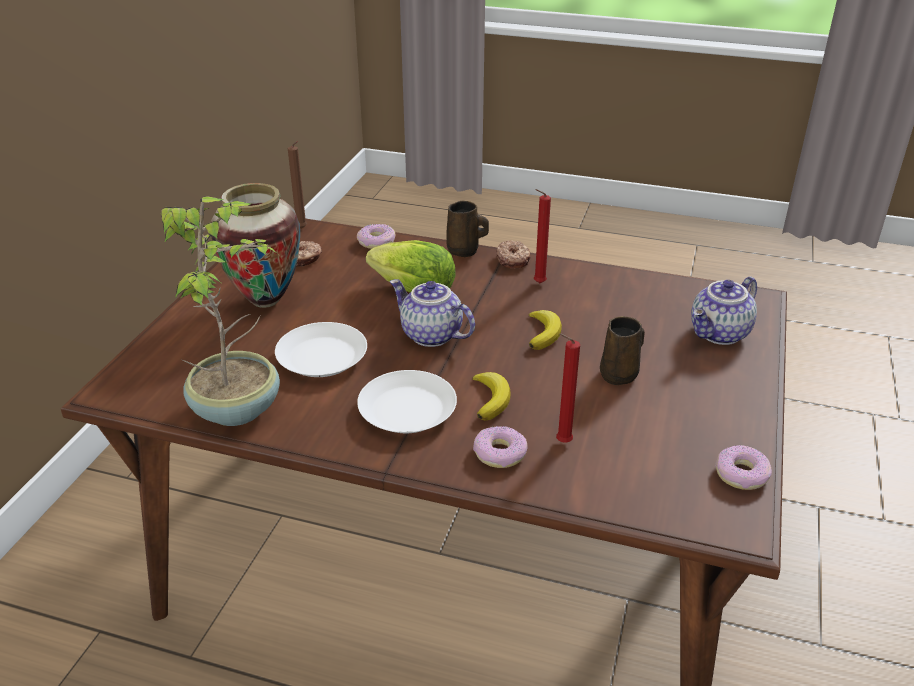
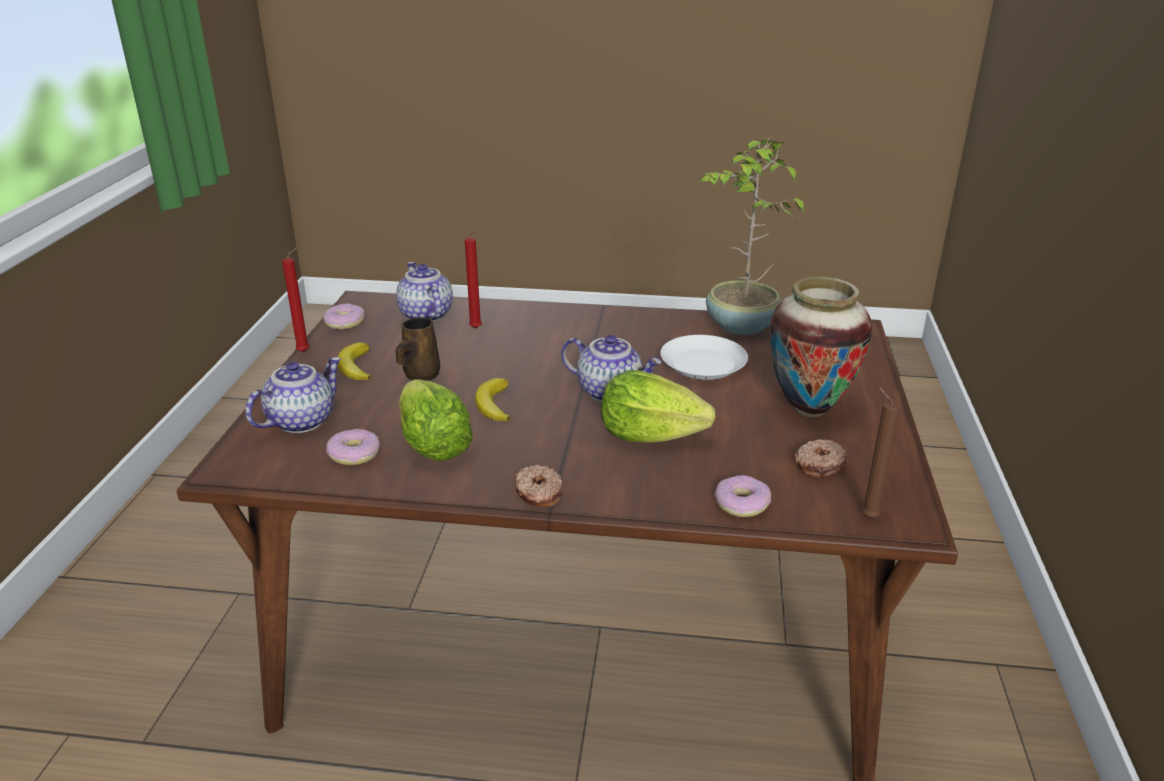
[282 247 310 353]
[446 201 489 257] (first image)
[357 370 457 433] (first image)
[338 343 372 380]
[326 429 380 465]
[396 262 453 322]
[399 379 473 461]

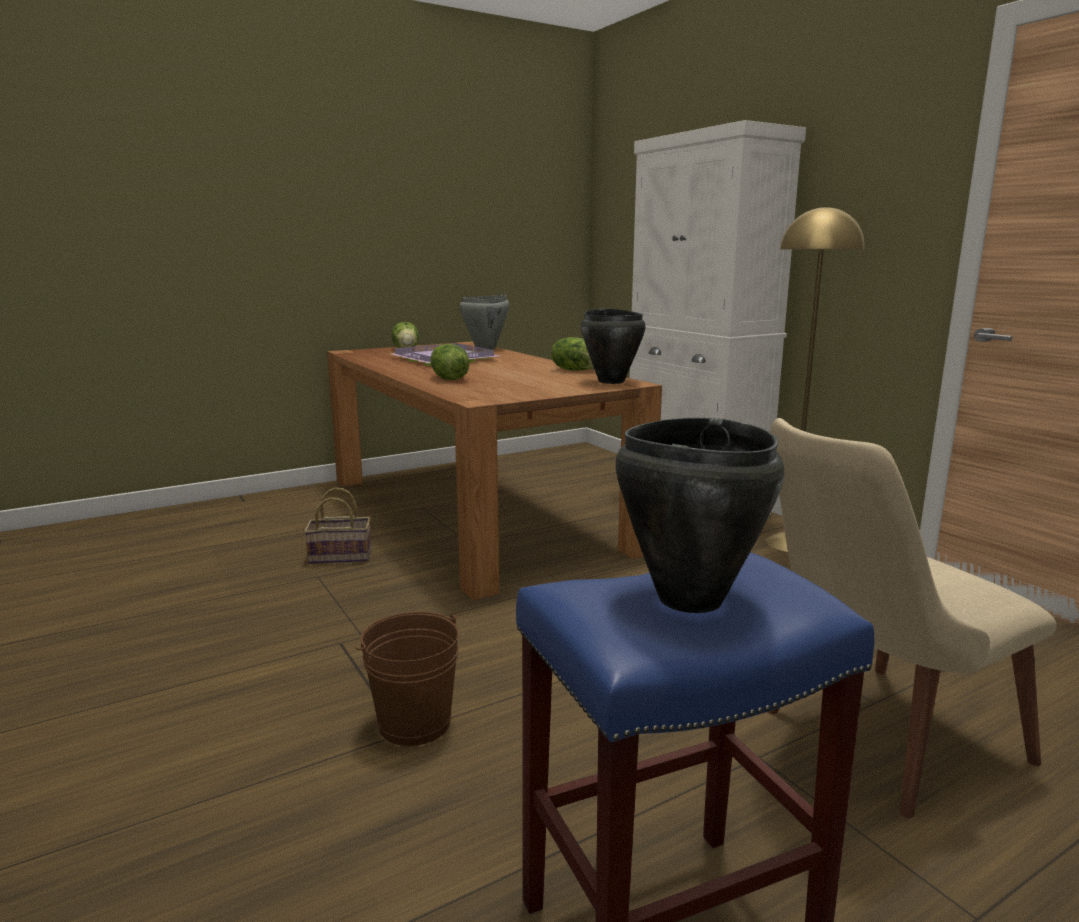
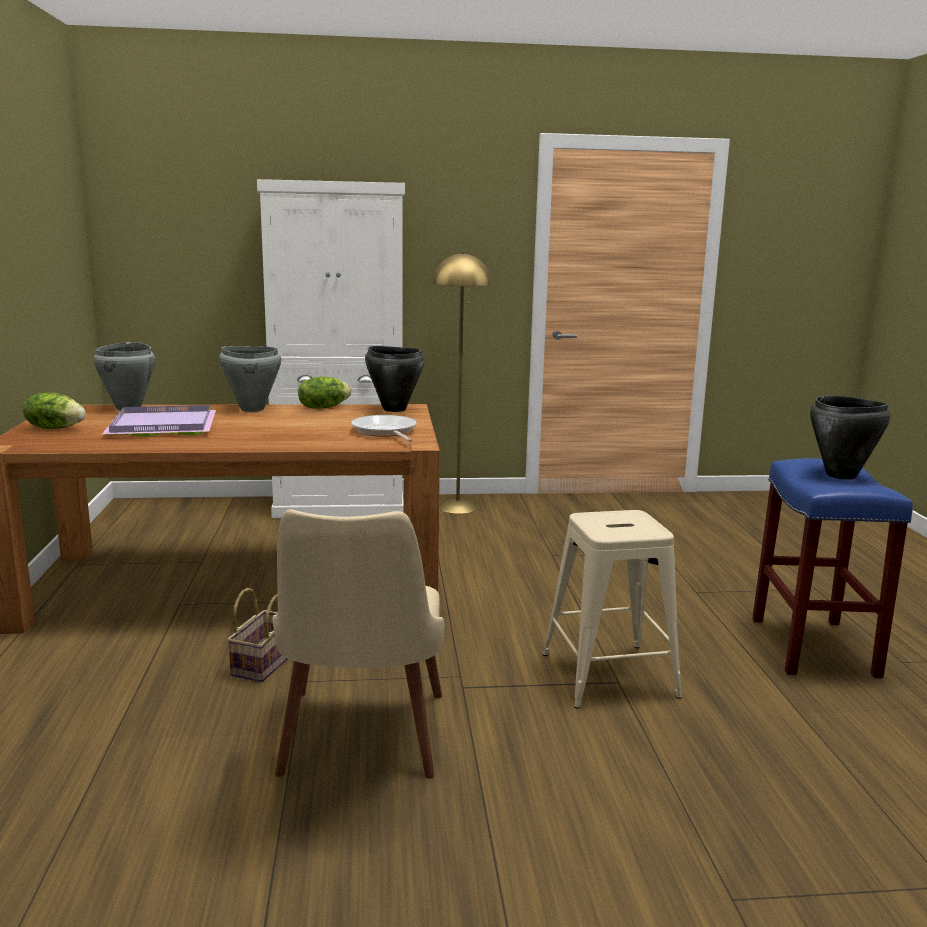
[430 344 469 380] (first image)
[273 509 445 779]
[543 510 682 708]
[219 346 281 412]
[351 415 417 442]

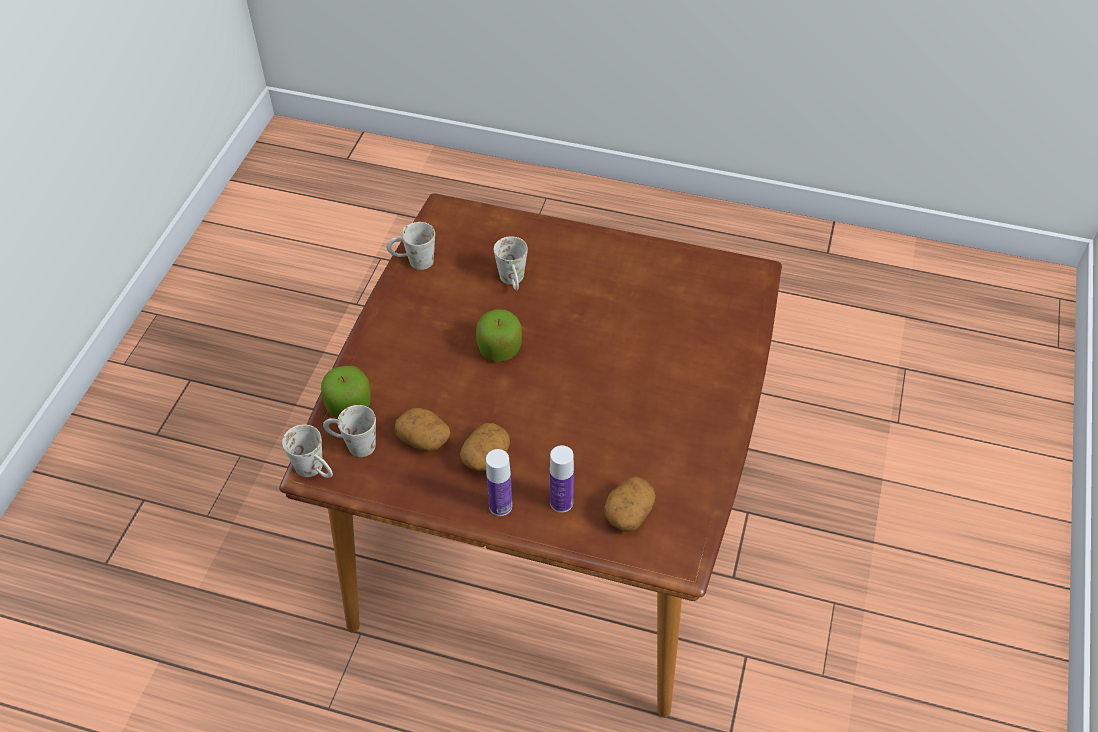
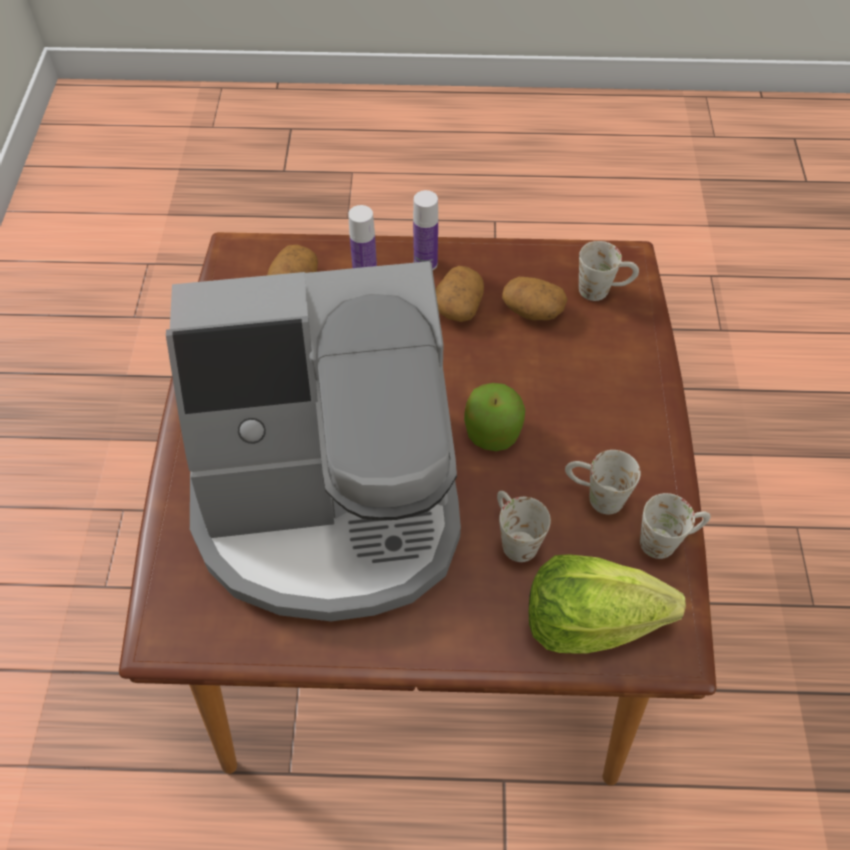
[321 366 371 418] (first image)
[565 450 641 514]
[166 261 461 621]
[529 554 686 653]

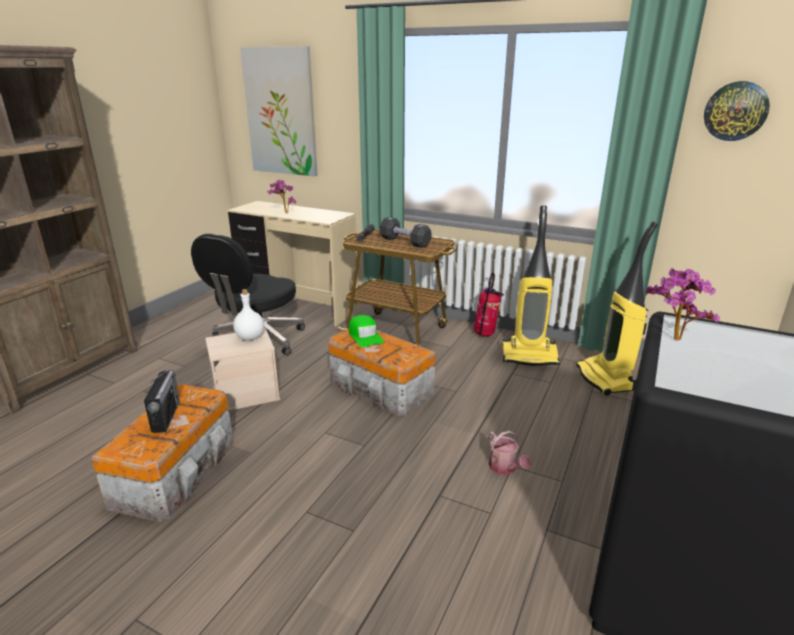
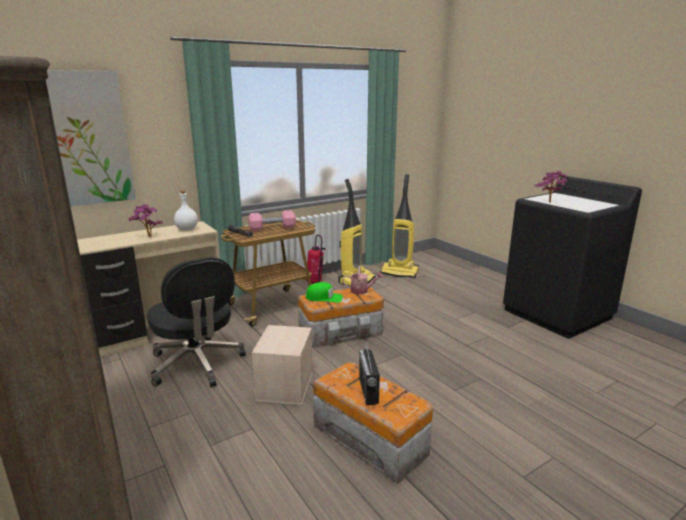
[704 81 770 141] (first image)
[248 210 296 232]
[174 190 198 231]
[359 339 380 405]
[342 266 383 295]

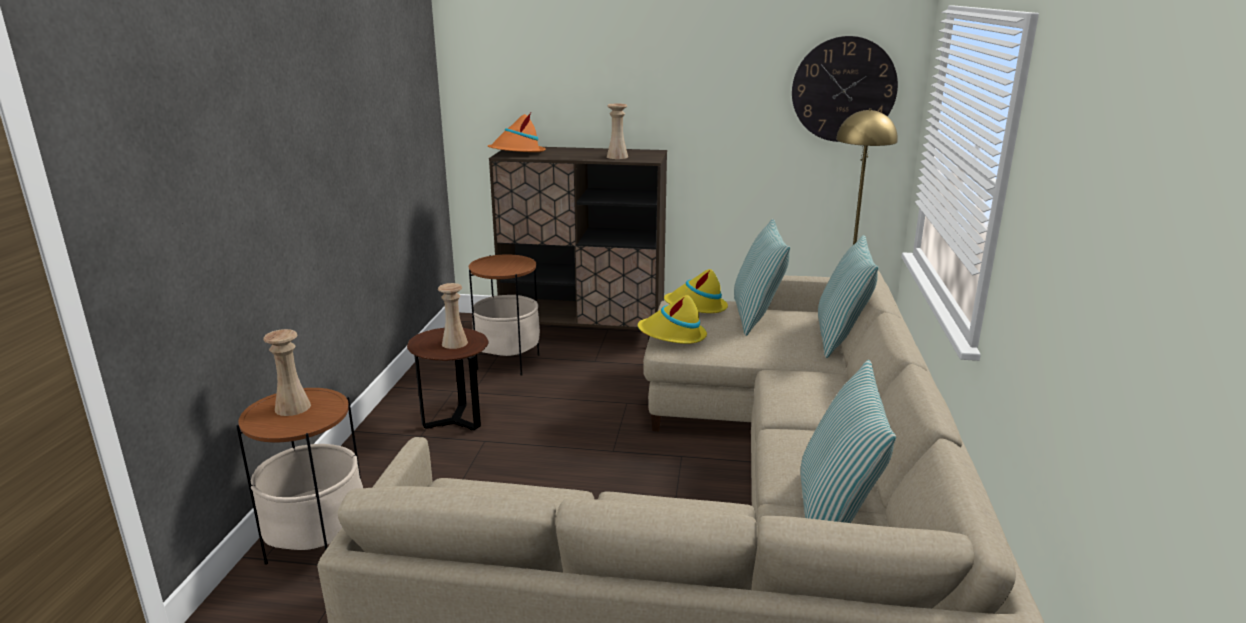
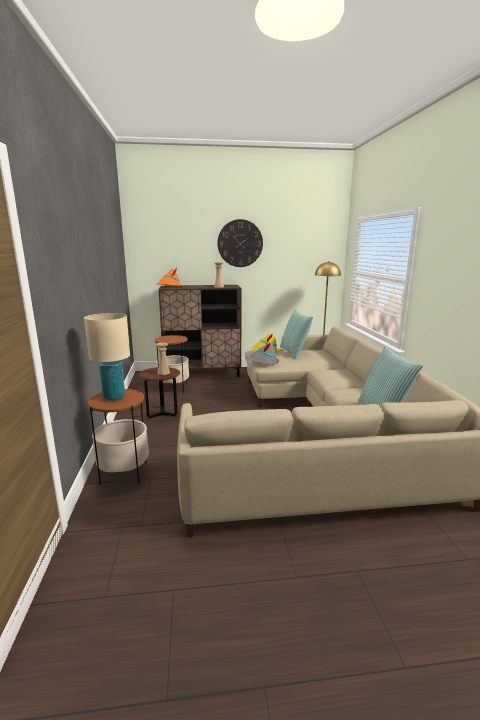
[217 219 263 267]
[818 235 878 358] (first image)
[247 342 279 364]
[84 313 130 401]

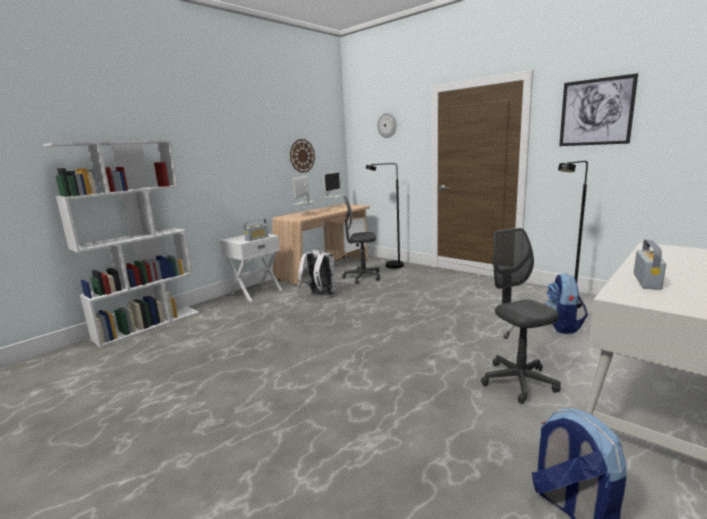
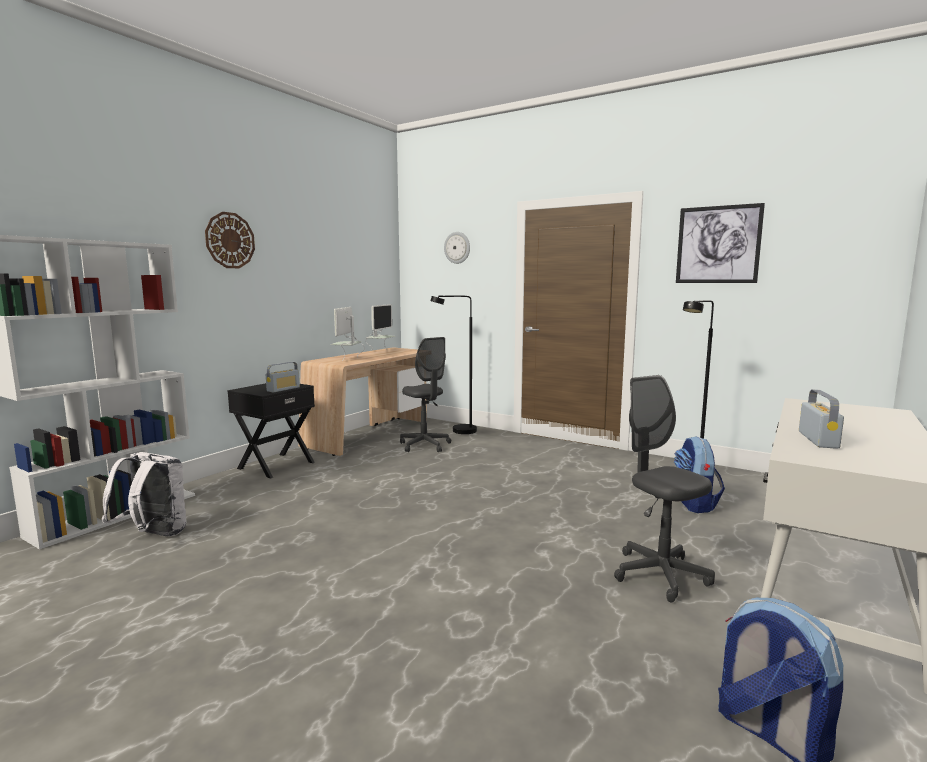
[205 212 255 268]
[400 337 451 452]
[228 383 315 478]
[102 452 186 536]

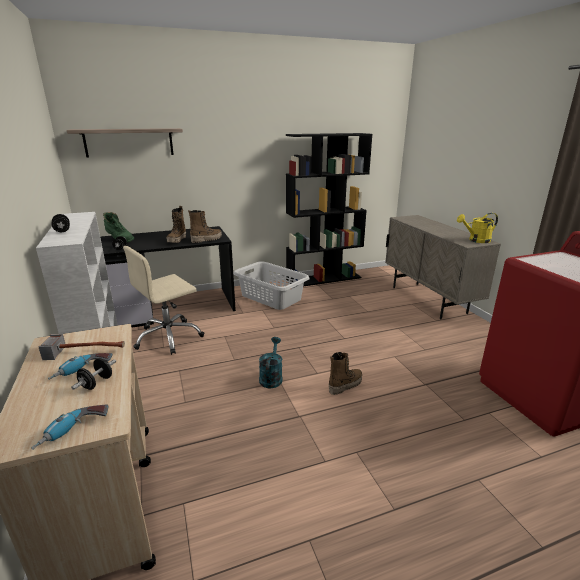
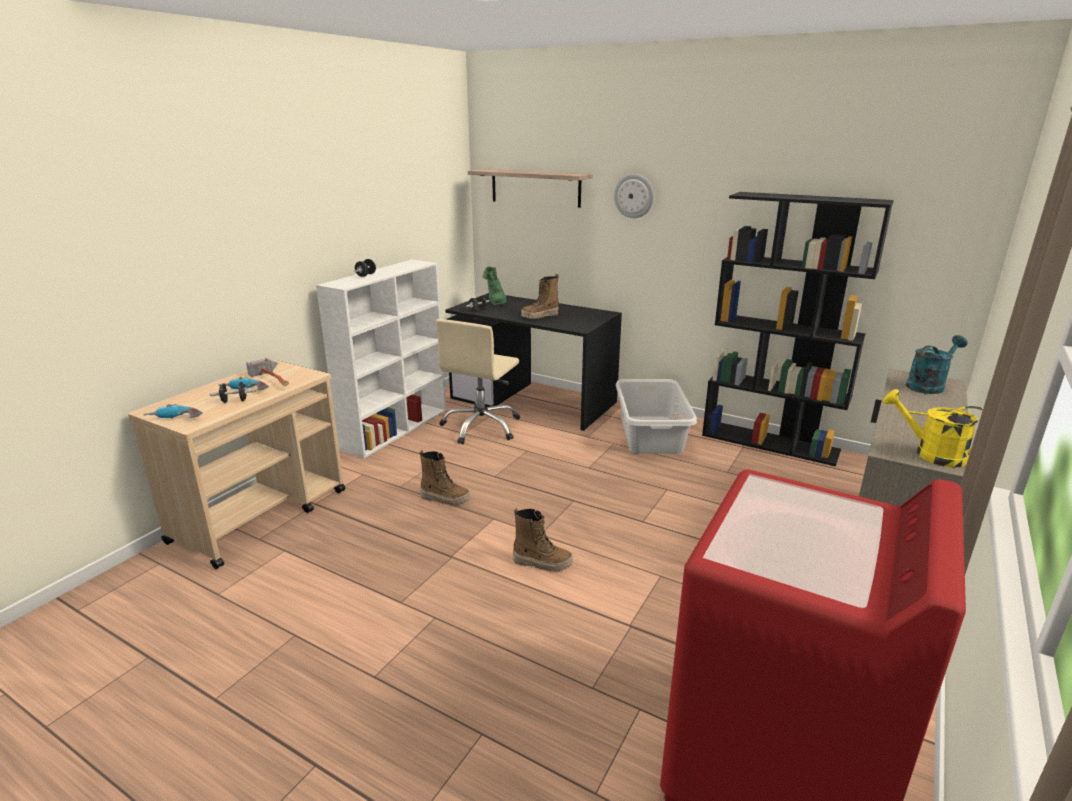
[420 450 470 505]
[436 319 520 444]
[906 335 968 394]
[614 174 654 218]

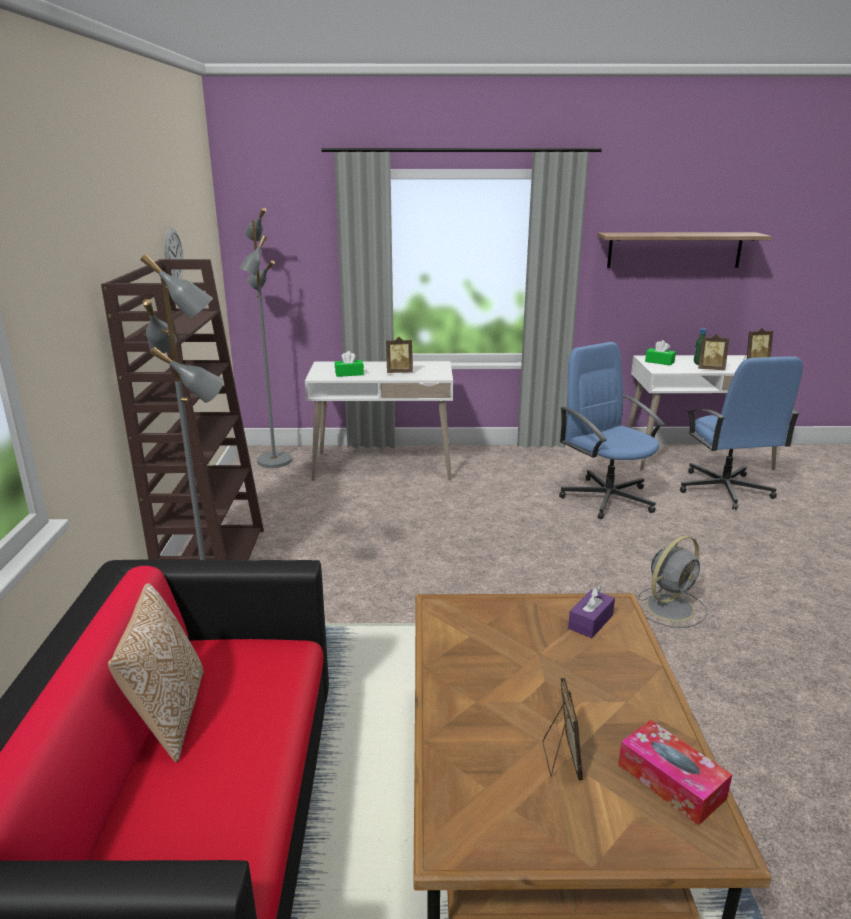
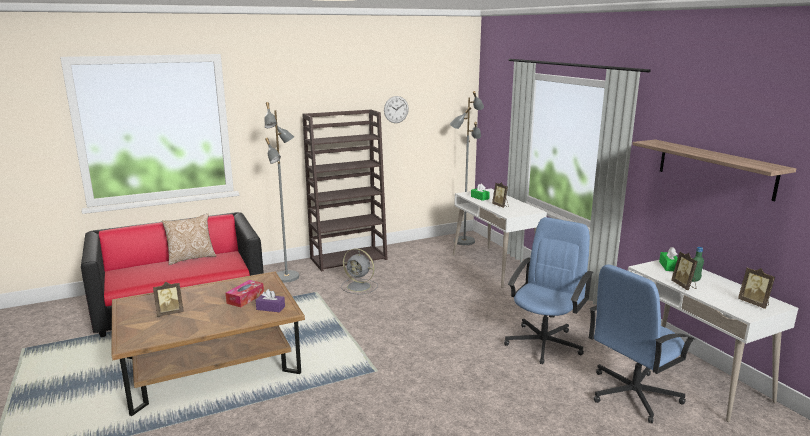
[341 248 378 295]
[226 280 264 307]

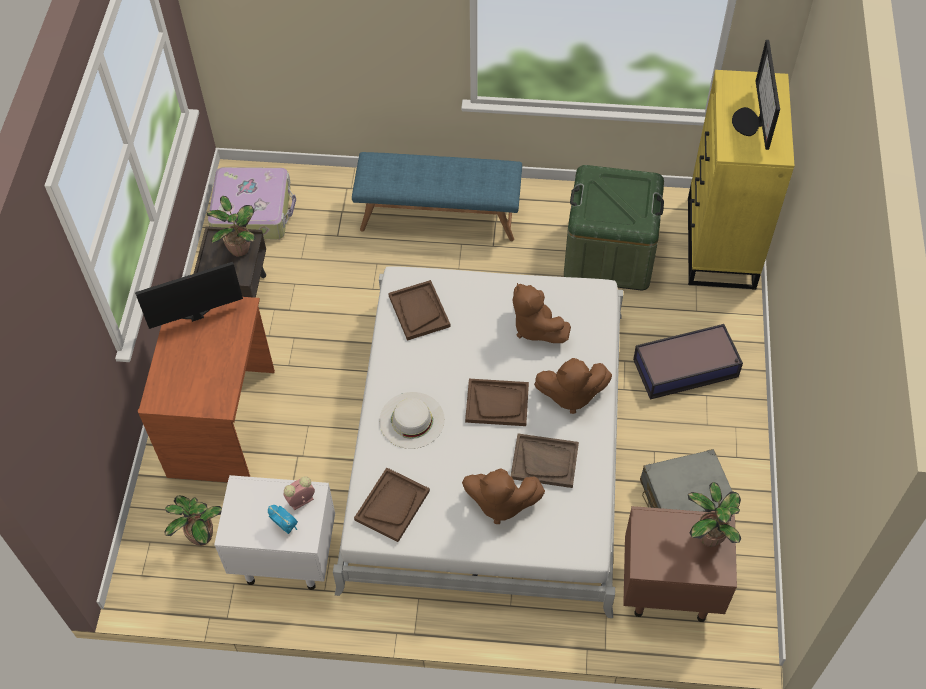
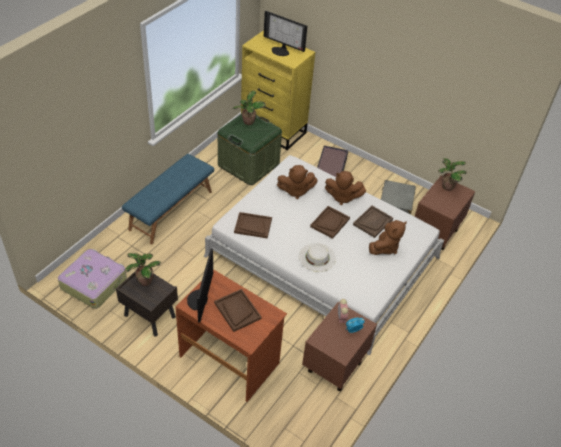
[325 171 366 205]
[214 289 262 332]
[302 302 377 391]
[233 90 266 125]

